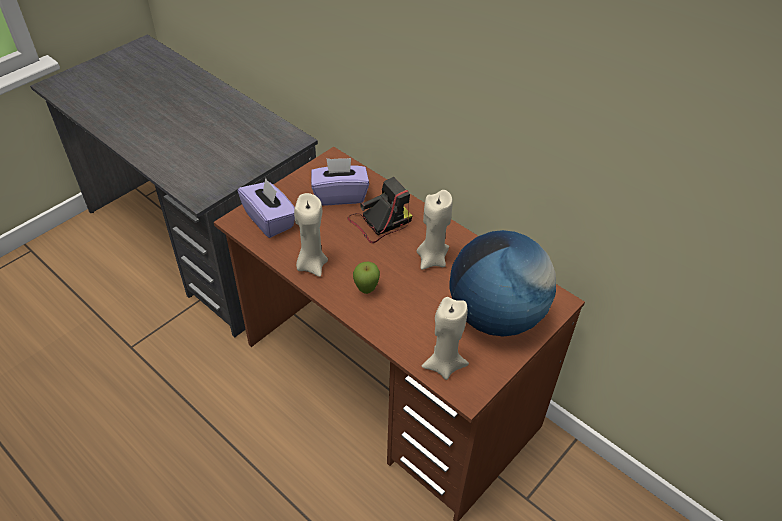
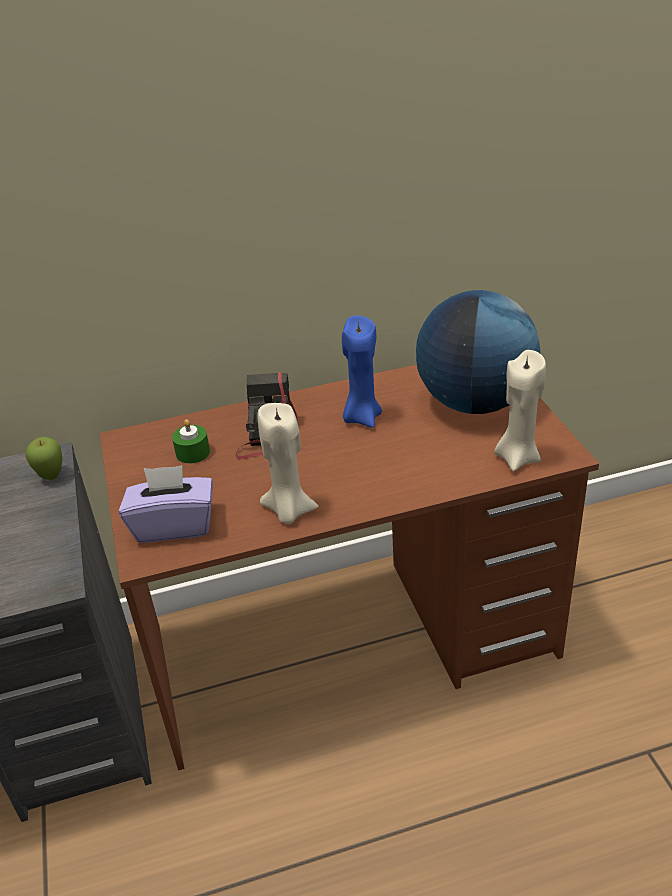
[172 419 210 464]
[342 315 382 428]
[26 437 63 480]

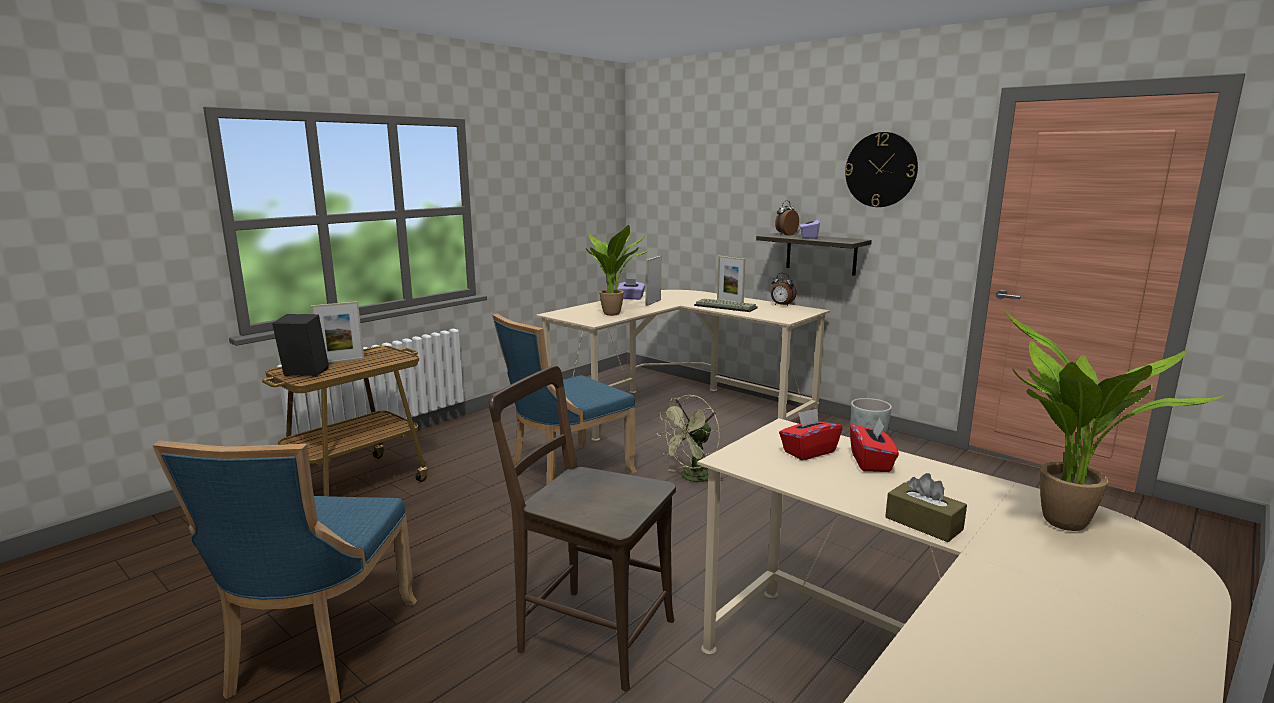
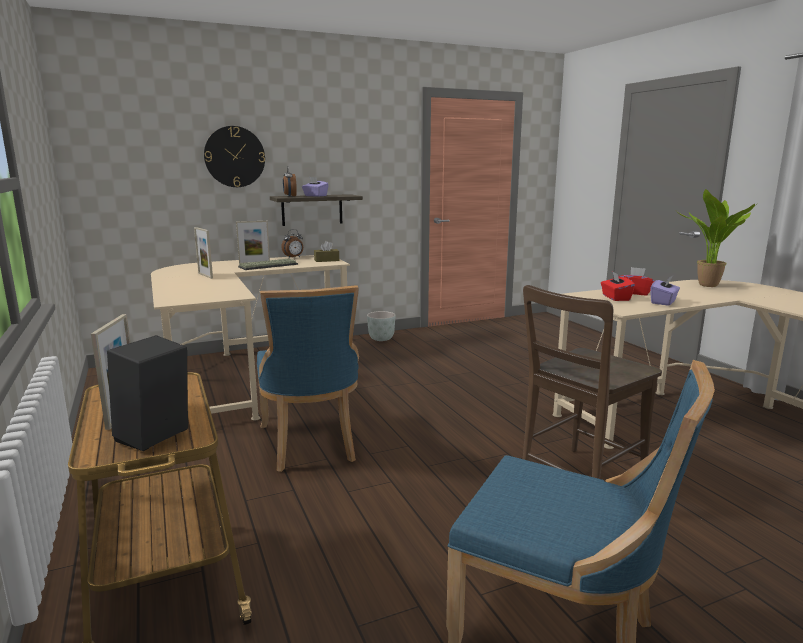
[204 126 265 187]
[586 225 650 316] (first image)
[651 276 680 306]
[657 395 723 482] (first image)
[314 241 339 262]

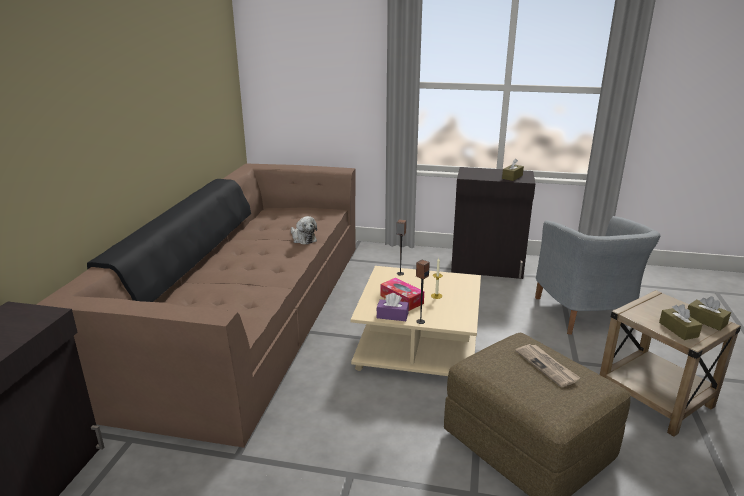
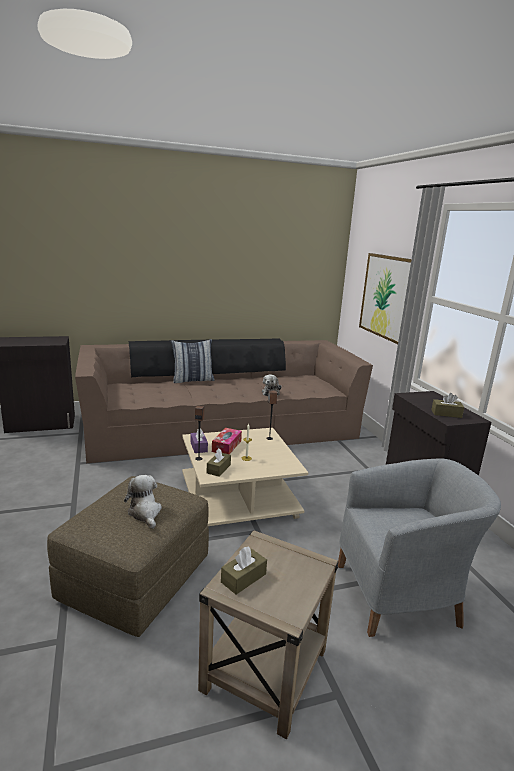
[338 458 501 637]
[207 448 231 477]
[124 475 162 529]
[359 253 412 344]
[171 339 215 383]

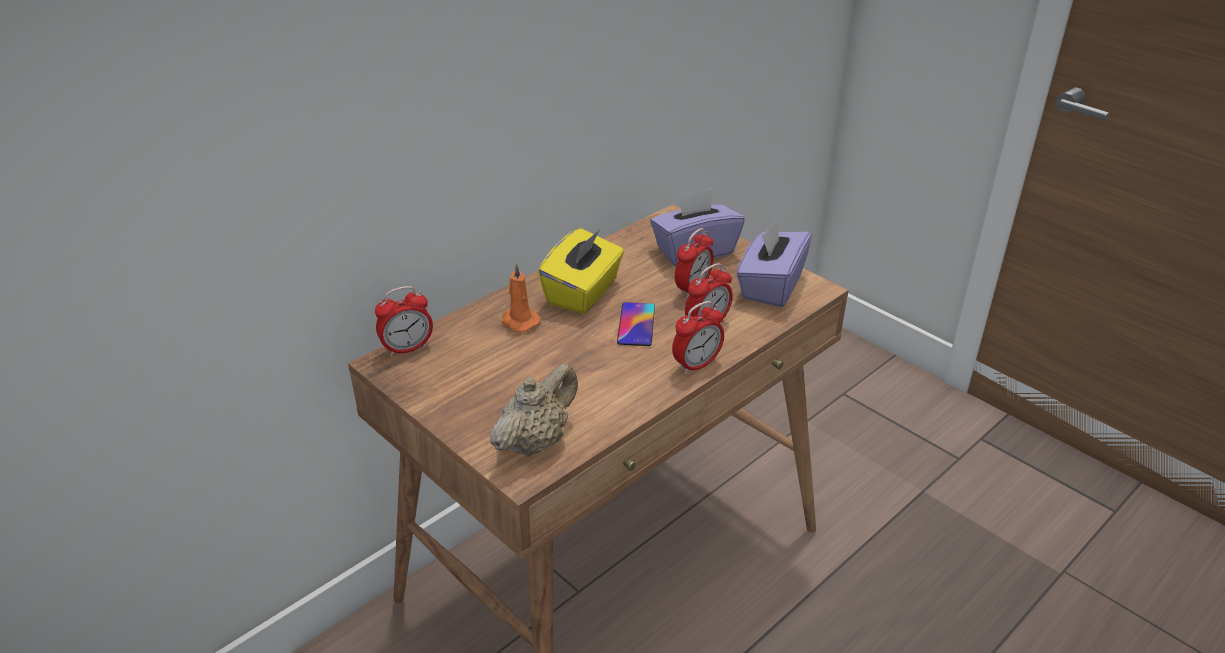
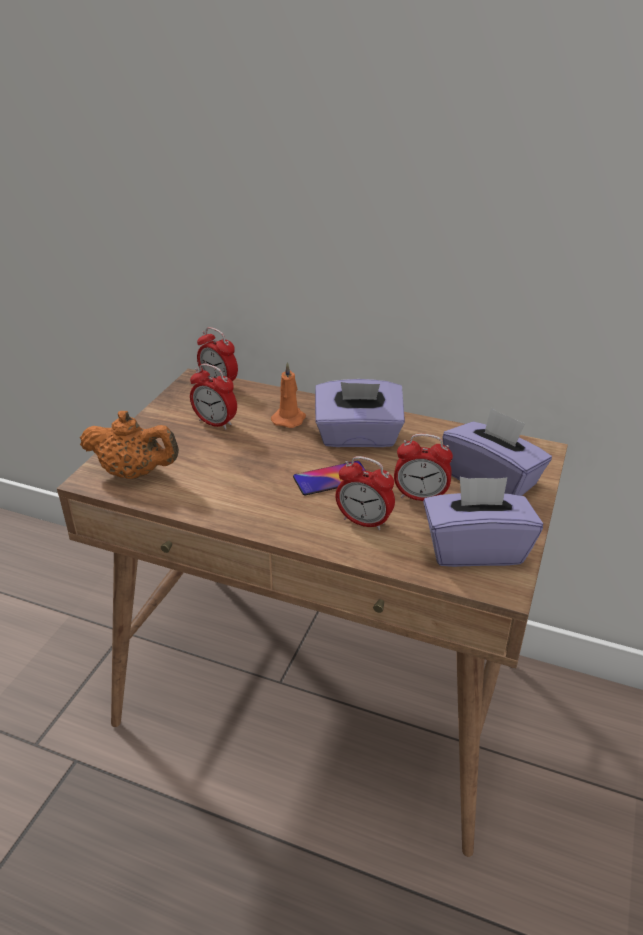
[315 379 405 447]
[190 364 237 430]
[80 411 179 479]

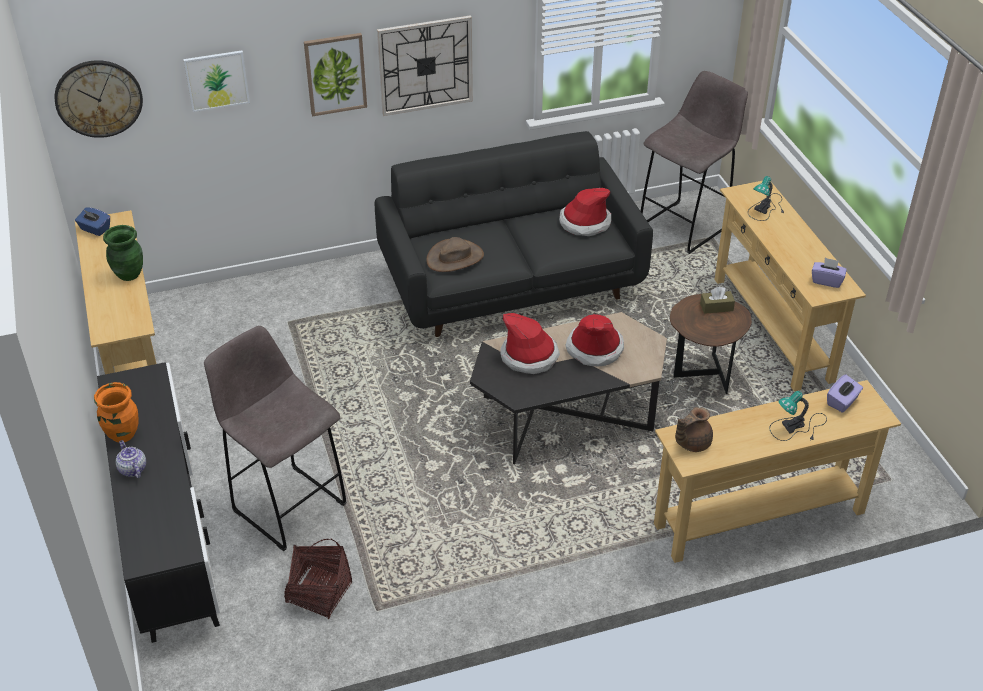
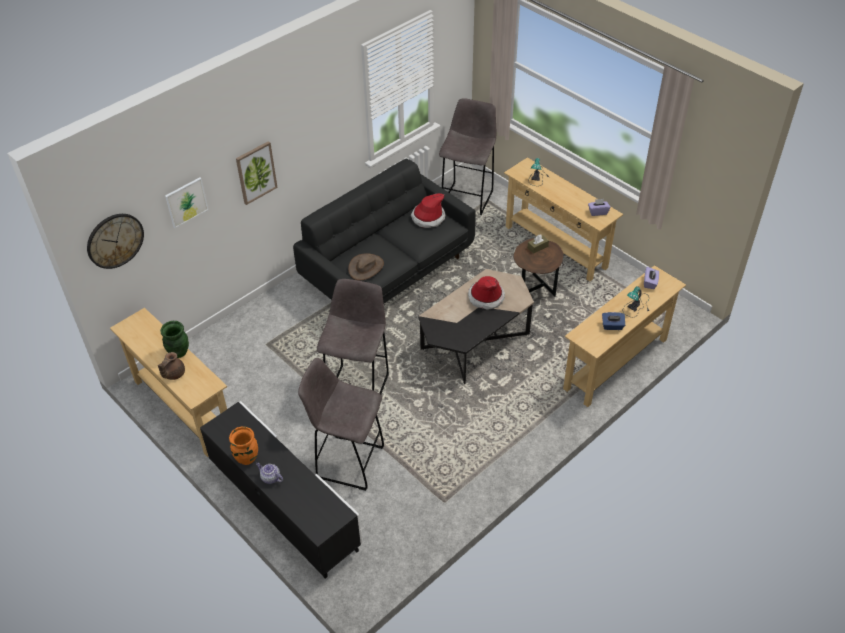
[377 15 473 116] (first image)
[602 312 625 330]
[500 313 560 374] (first image)
[158 352 185 380]
[284 538 352 619] (first image)
[317 279 389 394]

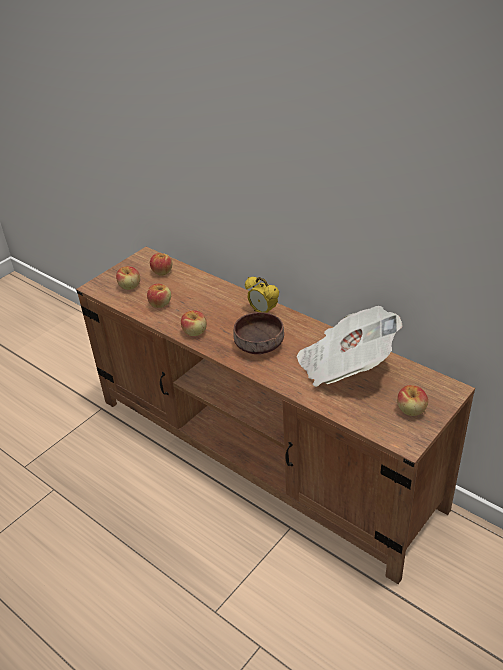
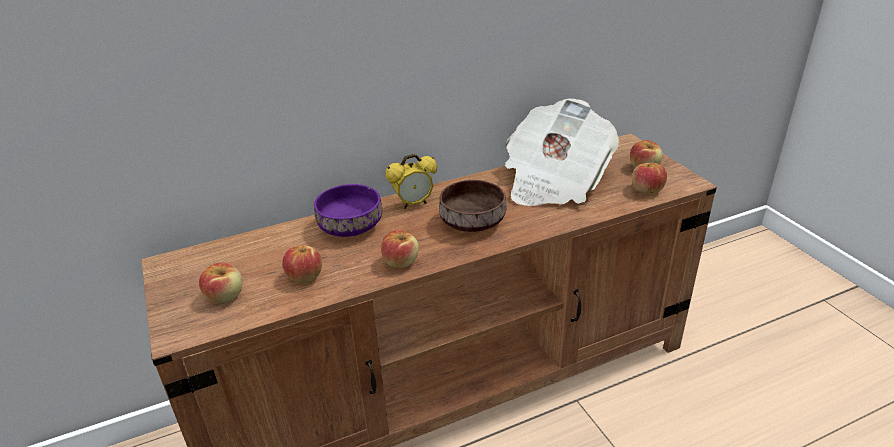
[632 163 667 194]
[314 184 382 237]

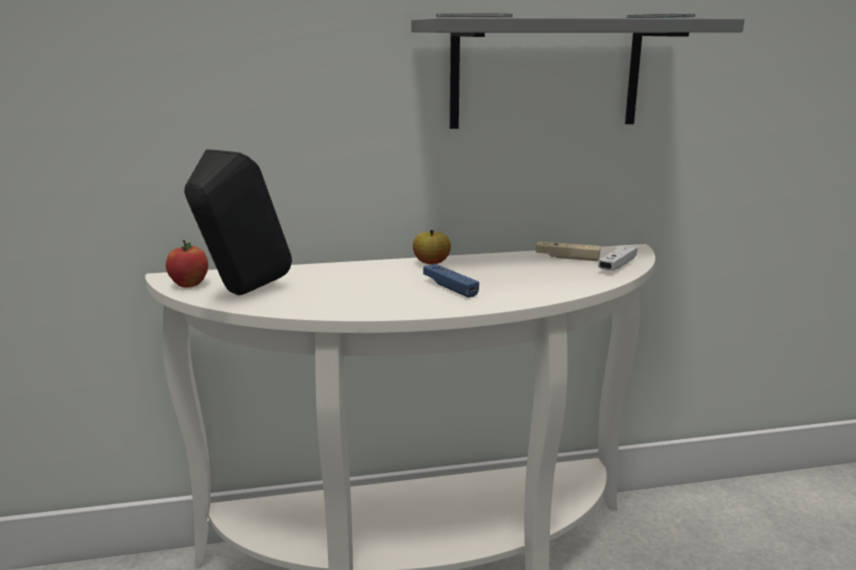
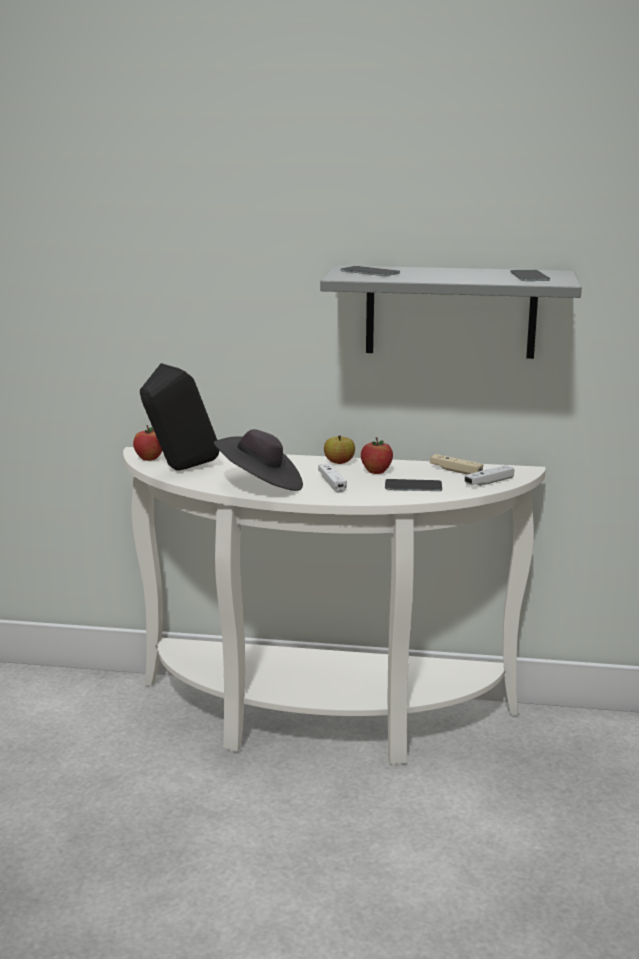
[318 463 347 492]
[213 429 303 491]
[361 437 393 474]
[385 479 442 491]

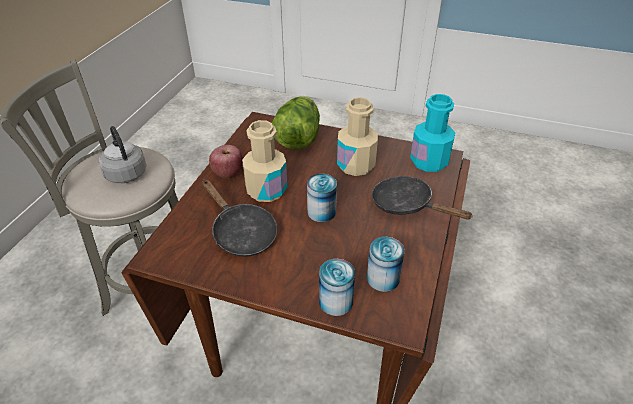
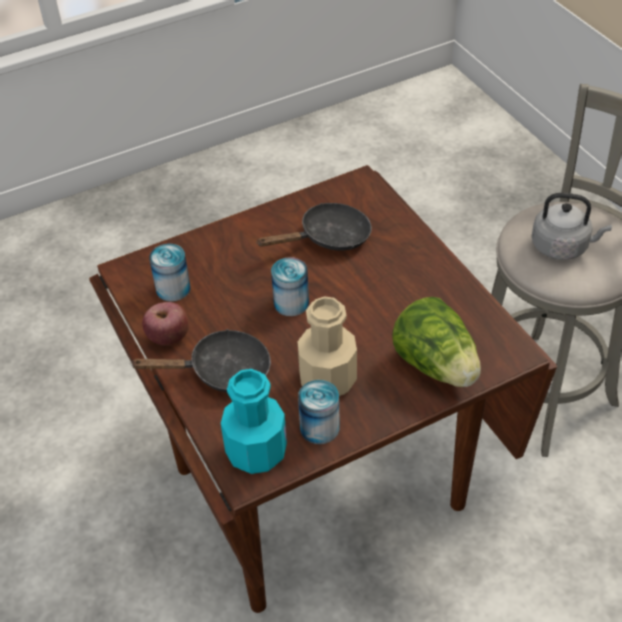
[242 120 287 202] (first image)
[142 302 189 346]
[256 203 372 251]
[298 380 340 444]

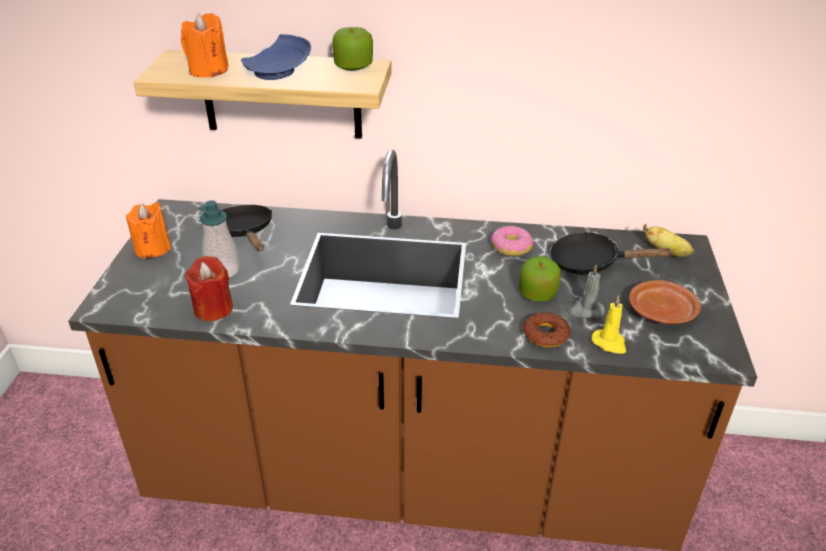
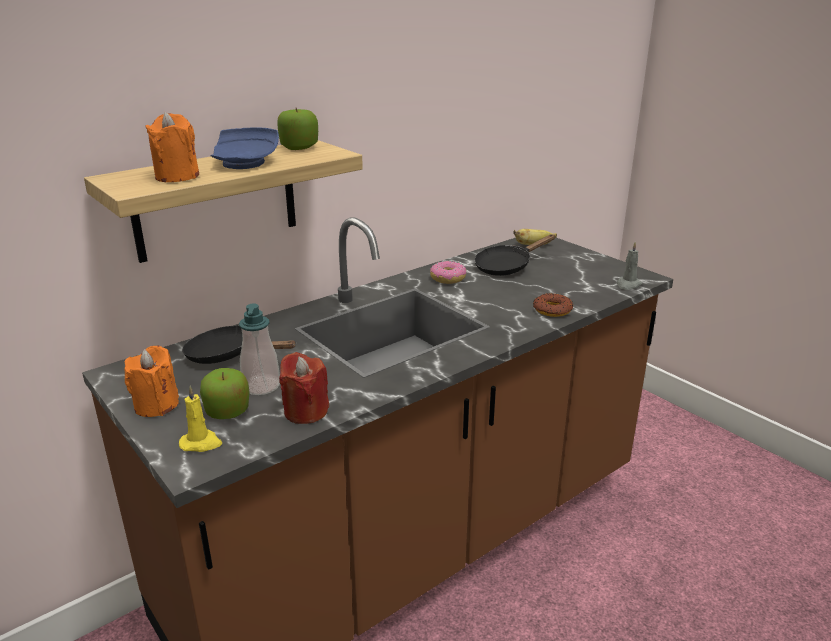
[200 368 250 419]
[617 242 642 290]
[629 280 701 324] (first image)
[179 385 222 452]

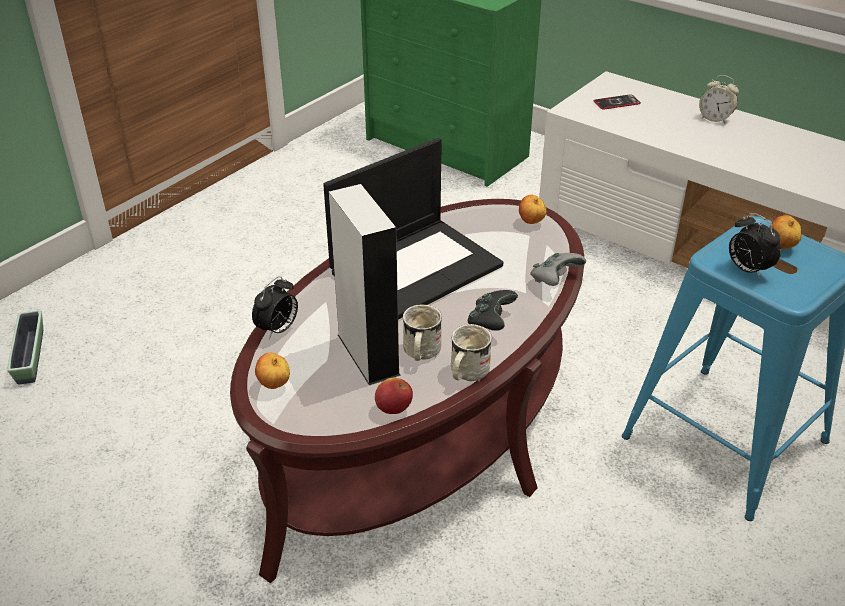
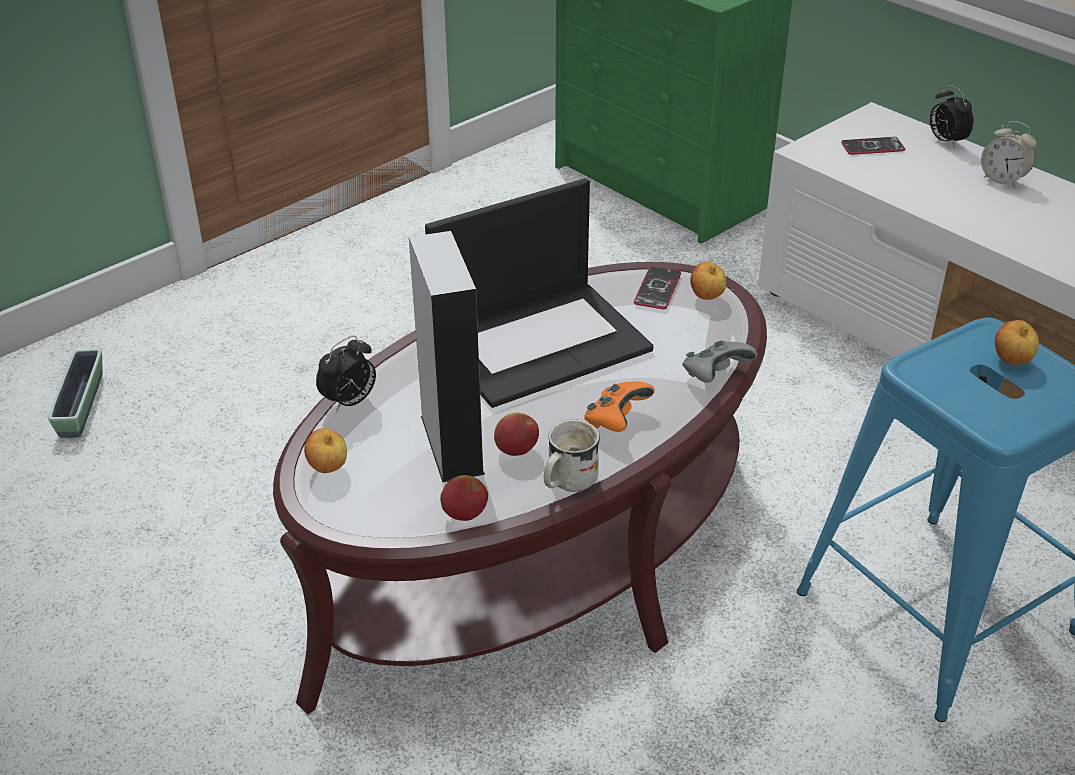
[930 85 973 148]
[584 381 655 432]
[494 412 539 456]
[634 266 681 309]

